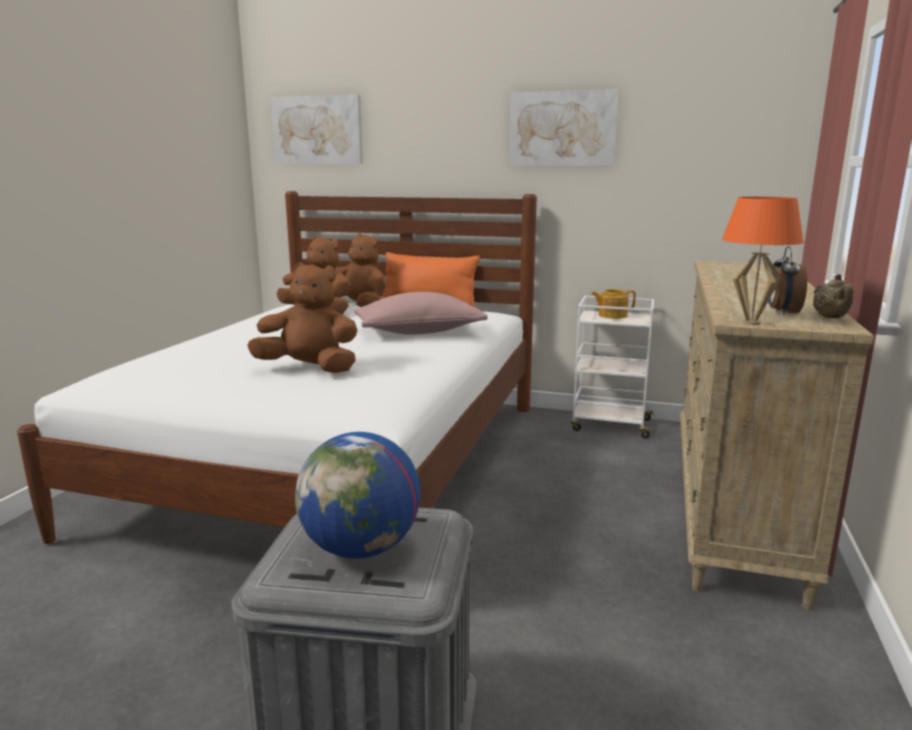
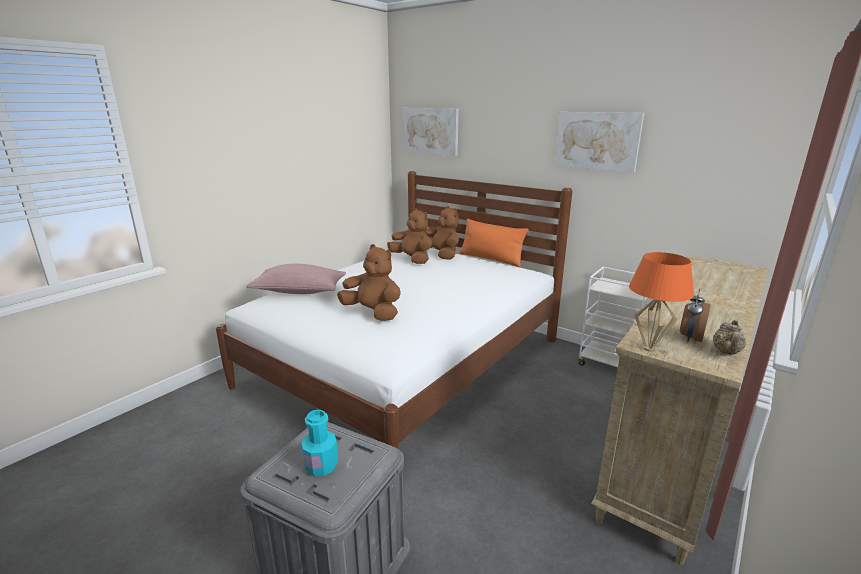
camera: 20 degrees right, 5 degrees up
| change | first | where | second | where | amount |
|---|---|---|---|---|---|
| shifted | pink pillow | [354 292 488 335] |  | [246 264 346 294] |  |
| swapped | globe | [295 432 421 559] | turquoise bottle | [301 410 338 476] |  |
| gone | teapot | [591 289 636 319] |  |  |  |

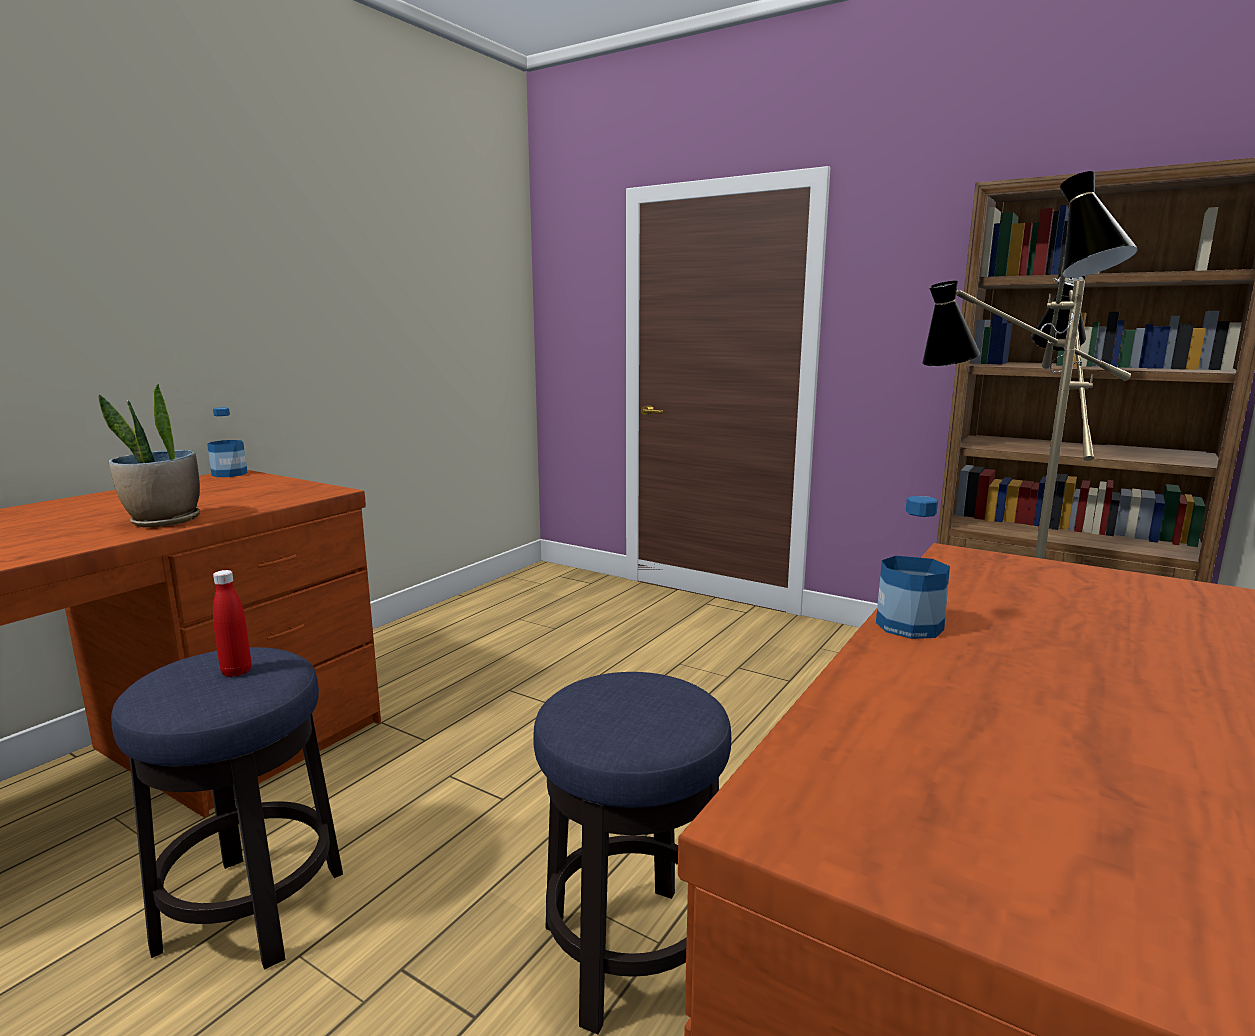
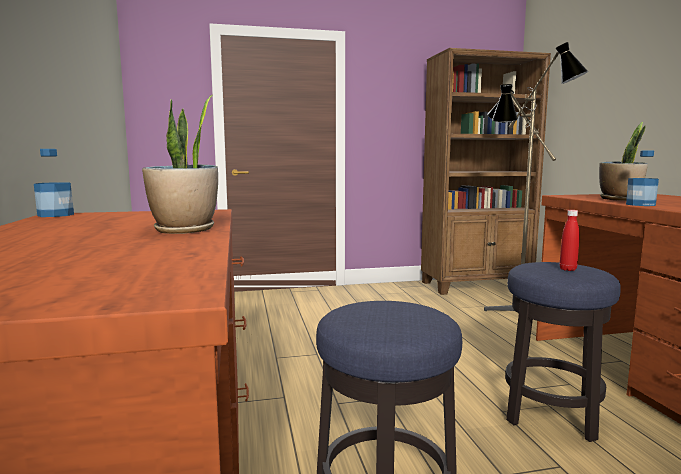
camera: 45 degrees left, 5 degrees down
| change | first | where | second | where | amount |
|---|---|---|---|---|---|
| shifted | red bottle | [213 570 251 677] |  | [560 210 580 271] |  |
| new |  |  | potted plant | [599 122 648 201] |  |

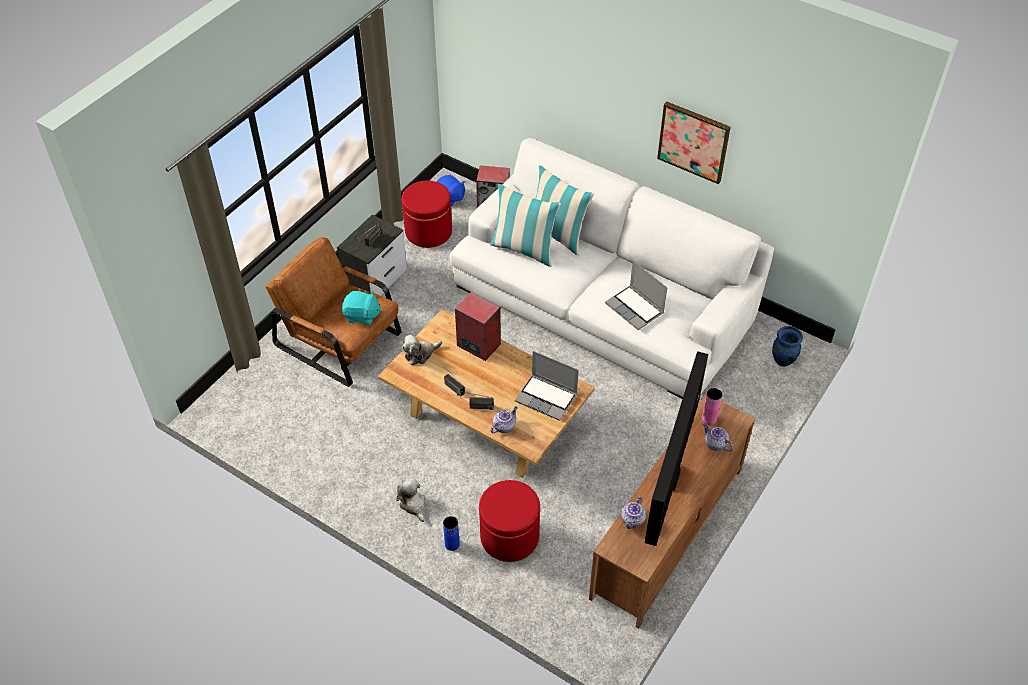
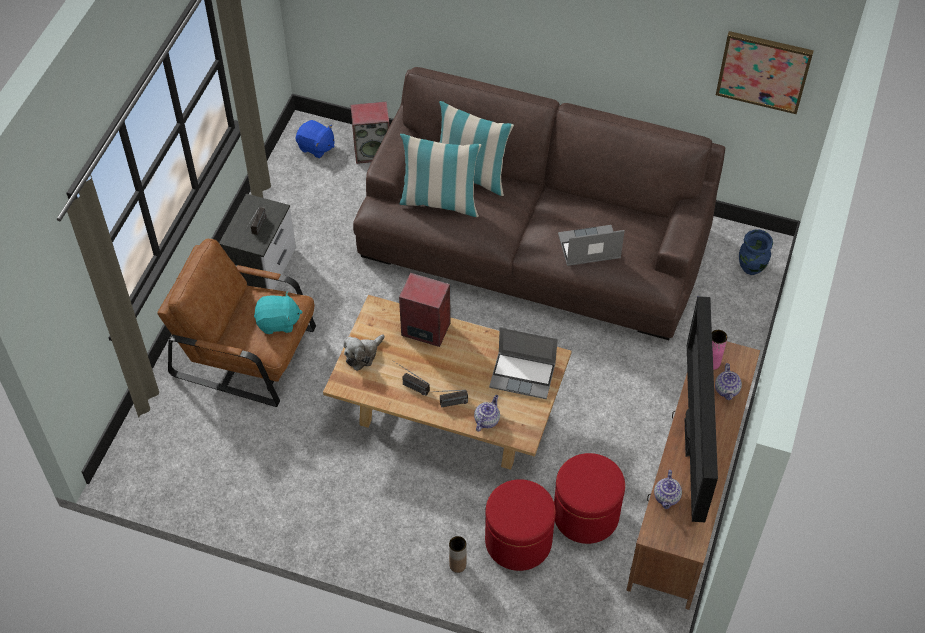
camera: 15 degrees left, 5 degrees up
| change | first | where | second | where | amount |
|---|---|---|---|---|---|
| repainted | white sofa | [450 138 774 399] | brown sofa | [353 67 725 340] |  |
| repainted | blue vase | [443 516 460 551] | brown vase | [449 536 466 573] |  |
| shifted | red ottoman | [402 181 452 248] |  | [554 453 625 544] |  |
| rotated | laptop | [605 261 667 330] |  | [558 225 625 266] | 135 degrees clockwise |
| rotated | teapot | [703 423 733 451] |  | [715 363 742 400] | 120 degrees counterclockwise |
| shifted | picture | [657 101 731 184] |  | [716 31 814 114] |  |
| gone | plush toy | [396 478 425 522] |  |  |  |

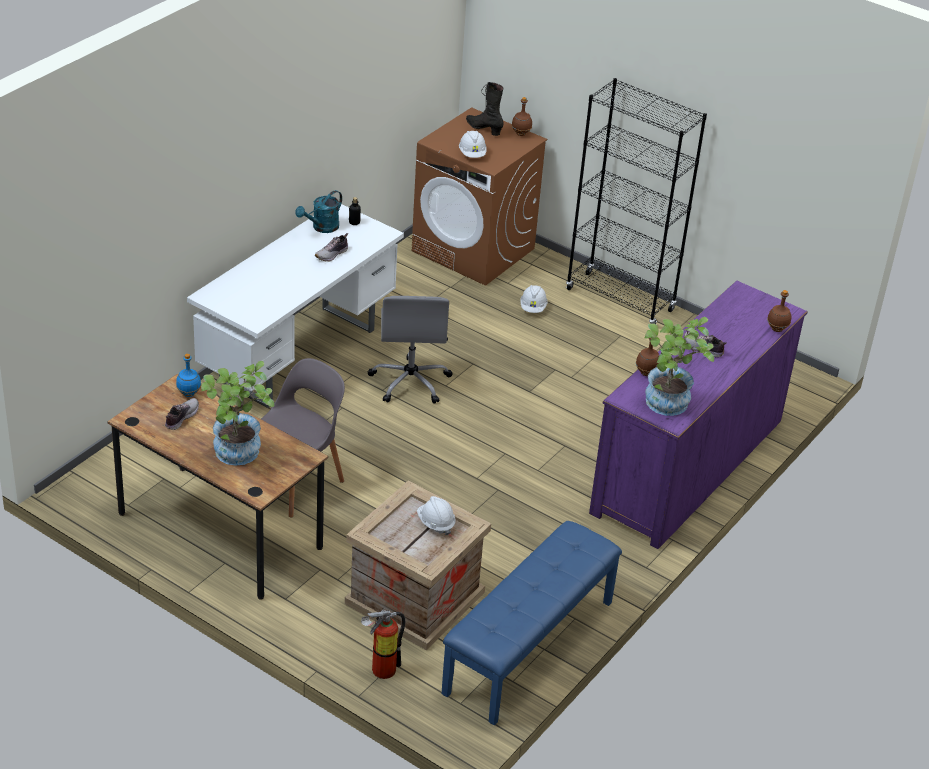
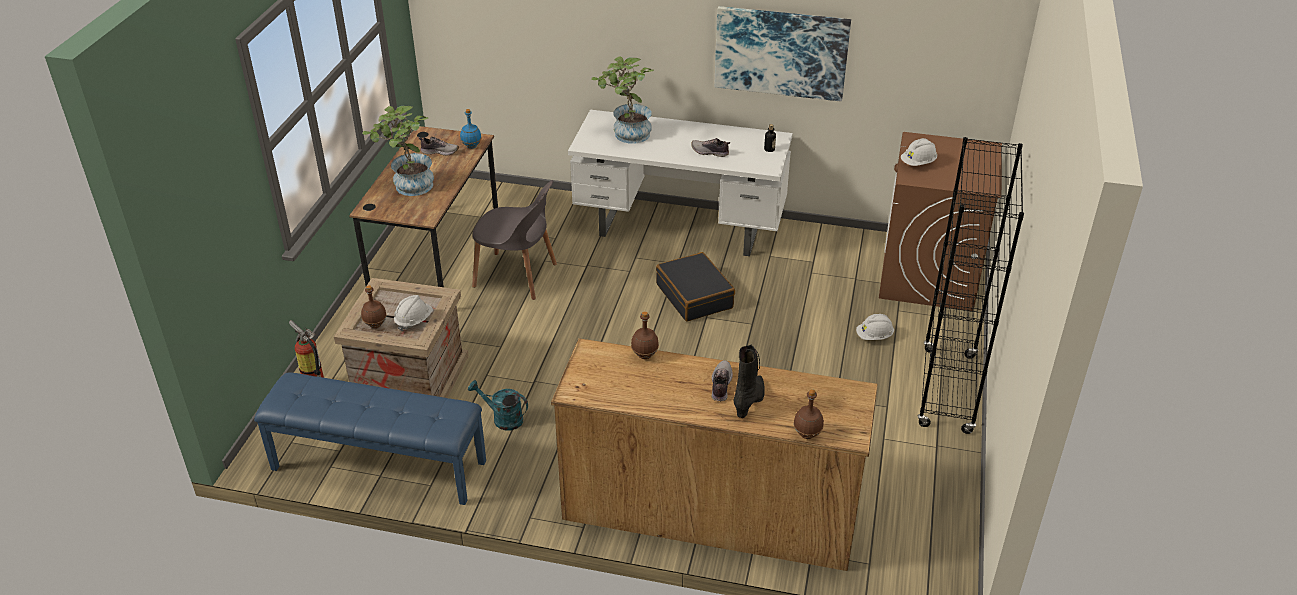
camera: 70 degrees right, 0 degrees up
| change | first | where | second | where | amount |
|---|---|---|---|---|---|
| shifted | brown bottle | [512 97 532 136] |  | [361 285 387 328] |  |
| shifted | turquoise watering can | [295 190 342 233] |  | [468 380 528 430] |  |
| repainted | purple dresser | [589 281 808 549] | brown dresser | [551 338 878 571] |  |
| shifted | potted plant | [644 317 714 416] |  | [591 56 654 143] |  |
| swapped | grey office chair | [368 296 453 404] | black suitcase | [656 252 735 322] |  |
| new |  |  | picture | [714 6 851 102] |  |
| shifted | black boot | [466 82 504 136] |  | [734 344 765 418] |  |

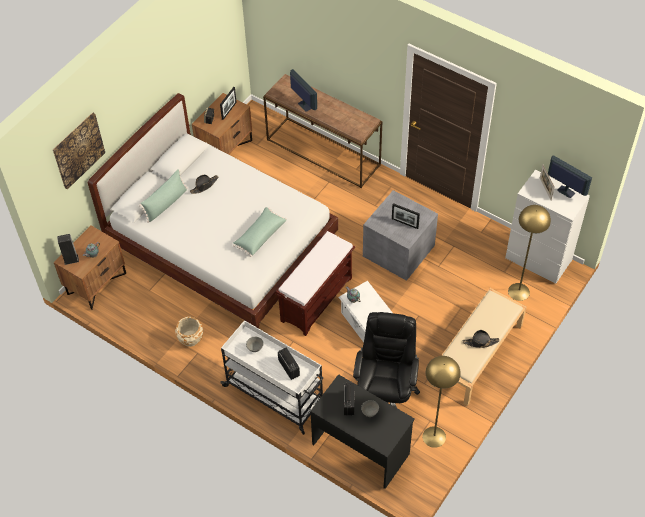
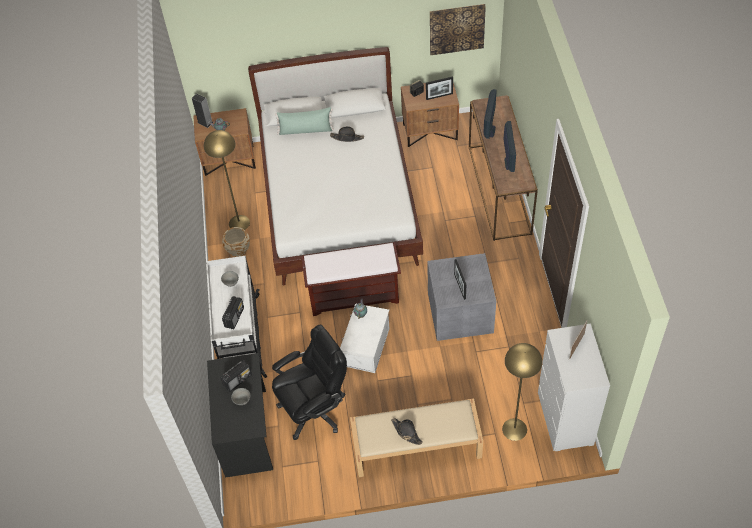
camera: 50 degrees right, 0 degrees up
| change | first | where | second | where | amount |
|---|---|---|---|---|---|
| shifted | yellow floor lamp | [423 356 461 448] |  | [204 130 250 230] |  |
| shifted | picture | [53 112 105 190] |  | [430 4 486 55] |  |
| shifted | monitor | [548 155 592 198] |  | [503 121 516 172] |  |
| gone | green pillow | [233 207 287 257] |  |  |  |

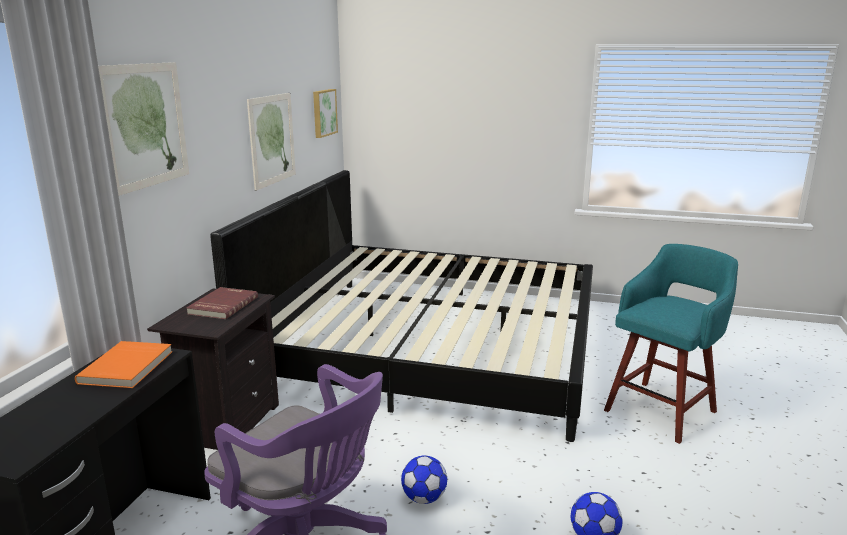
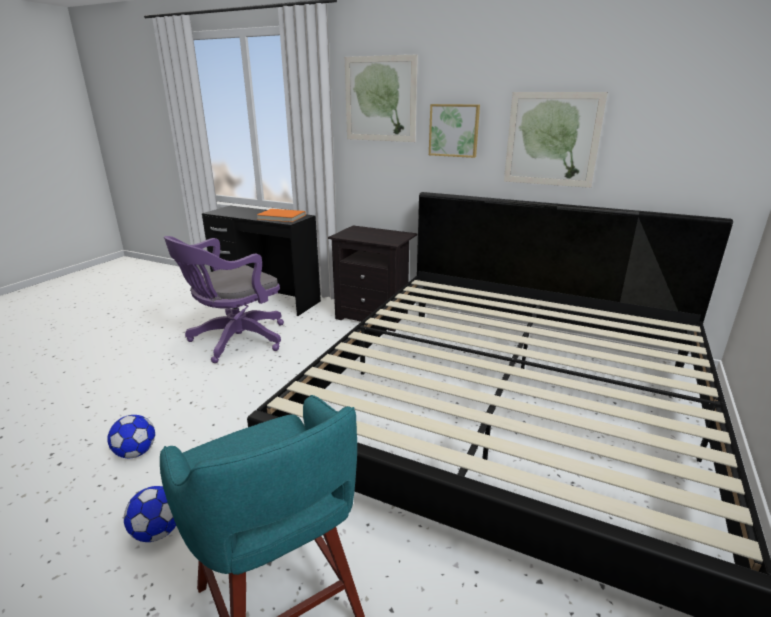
camera: 100 degrees right, 5 degrees up
| change | first | where | second | where | amount |
|---|---|---|---|---|---|
| shifted | football | [401 456 447 504] |  | [124 486 176 542] |  |
| shifted | picture | [313 89 338 138] |  | [429 104 480 158] |  |
| gone | red book | [186 287 258 319] |  |  |  |

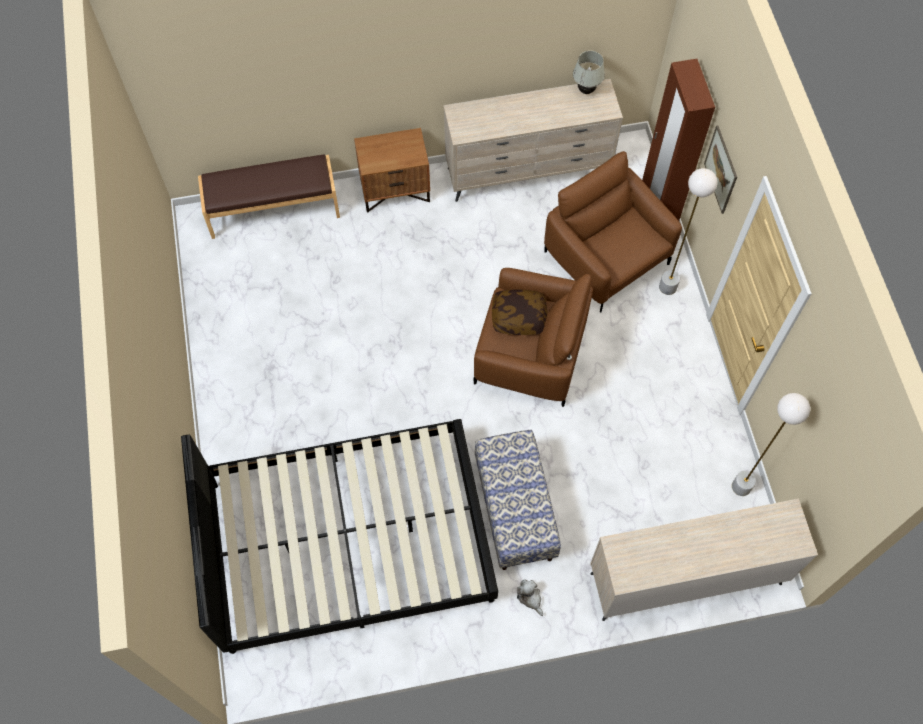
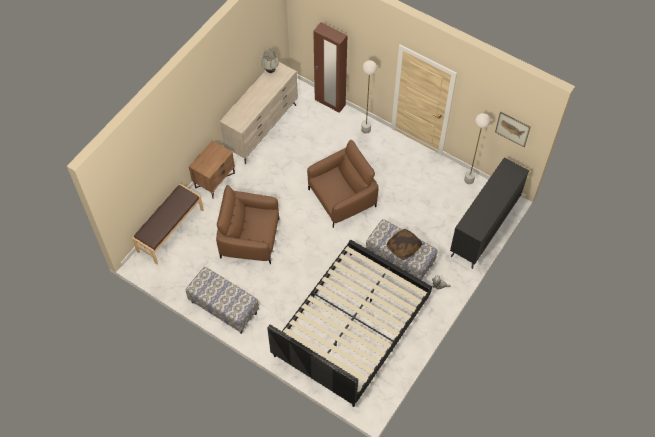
camera: 45 degrees left, 5 degrees down
| change | first | where | second | where | amount |
|---|---|---|---|---|---|
| new |  |  | bench | [186 267 259 334] |  |
| shifted | brown armchair | [544 151 682 312] |  | [216 185 279 265] |  |
| shifted | pillow | [492 289 547 335] |  | [386 229 422 260] |  |
| repainted | beige dresser | [590 499 818 621] | black dresser | [450 157 529 269] |  |
| shifted | picture | [704 125 737 214] |  | [495 112 531 147] |  |

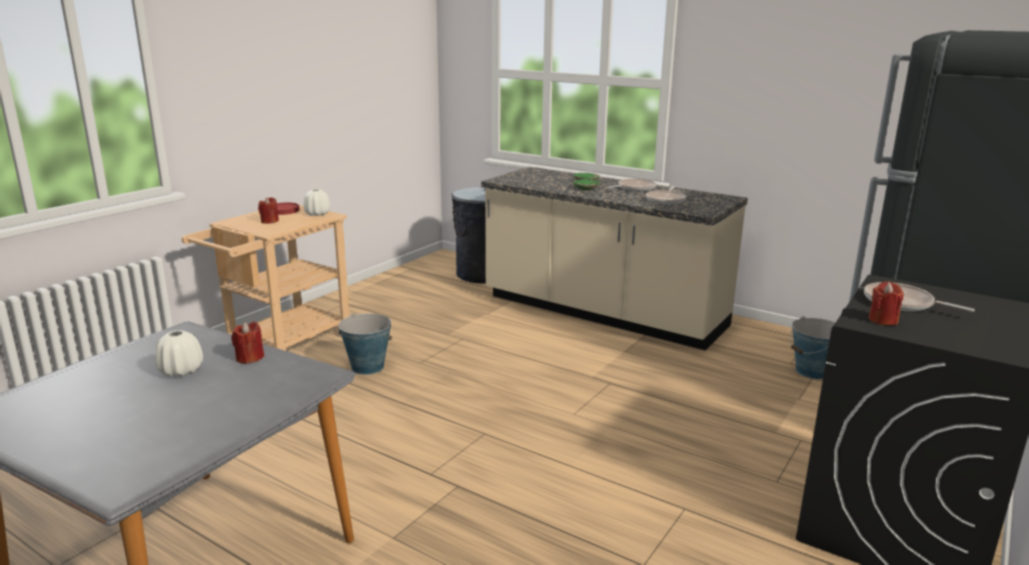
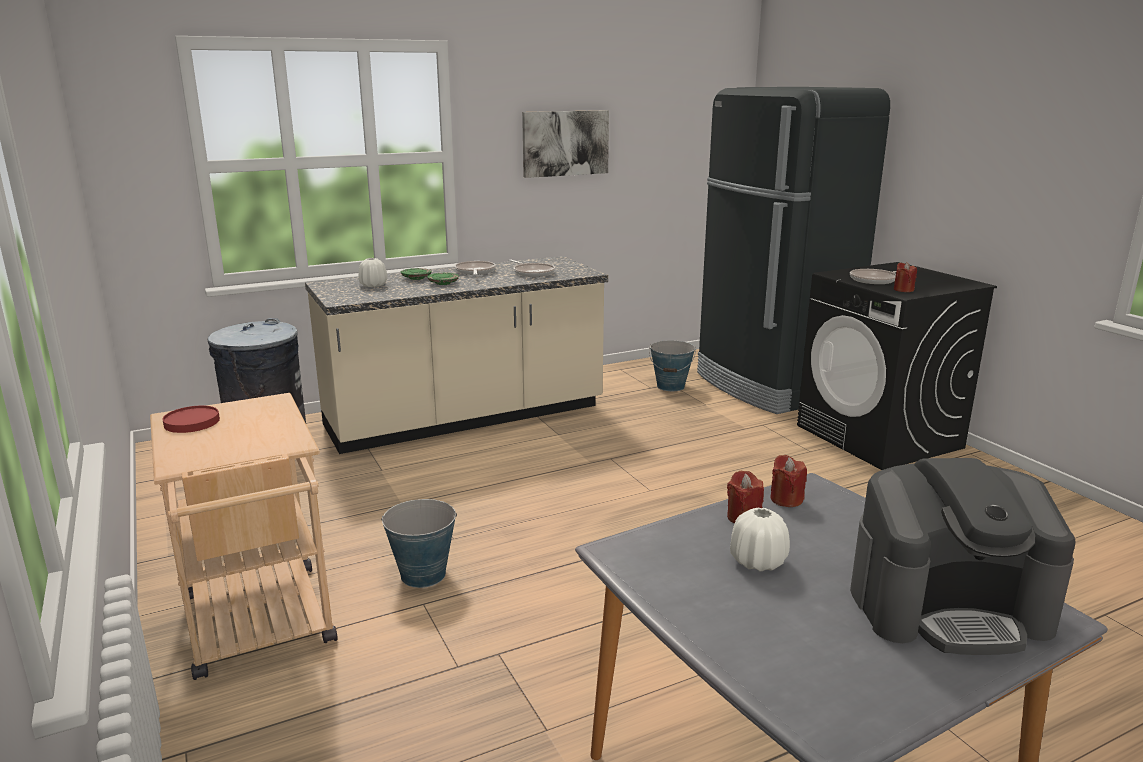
camera: 60 degrees left, 0 degrees up
| change | first | where | second | where | amount |
|---|---|---|---|---|---|
| shifted | white vase | [304 189 330 216] |  | [358 258 387 287] |  |
| new |  |  | picture | [522 110 609 178] |  |
| shifted | red candle | [258 197 279 224] |  | [770 455 807 507] |  |
| new |  |  | coffee machine | [850 458 1076 655] |  |

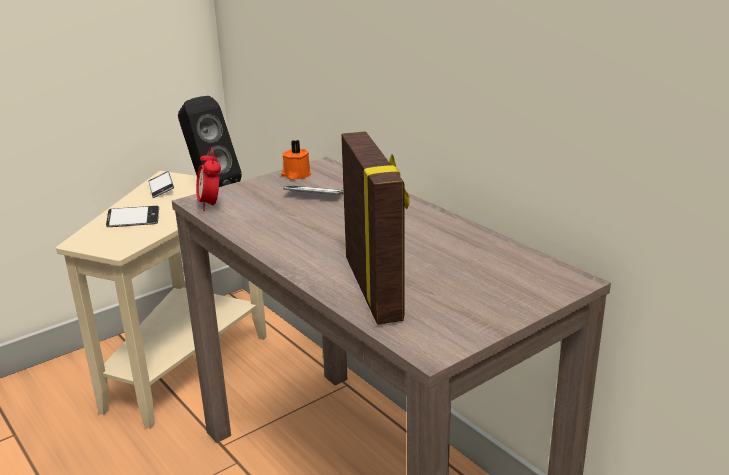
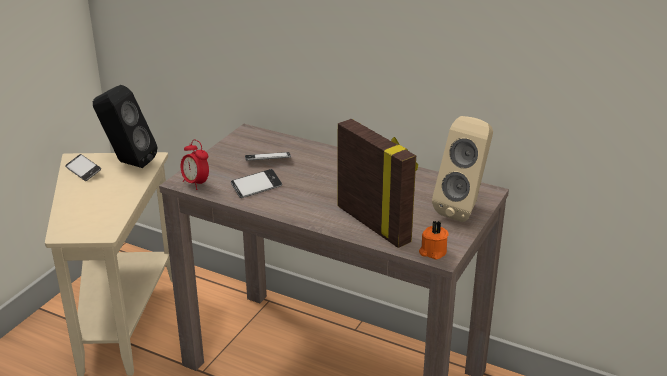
camera: 25 degrees left, 5 degrees up
| change | first | where | second | where | amount |
|---|---|---|---|---|---|
| shifted | phone | [106 206 159 227] |  | [231 169 282 198] |  |
| shifted | orange candle | [281 140 311 180] |  | [419 221 449 260] |  |
| new |  |  | beige speaker | [432 116 493 222] |  |

